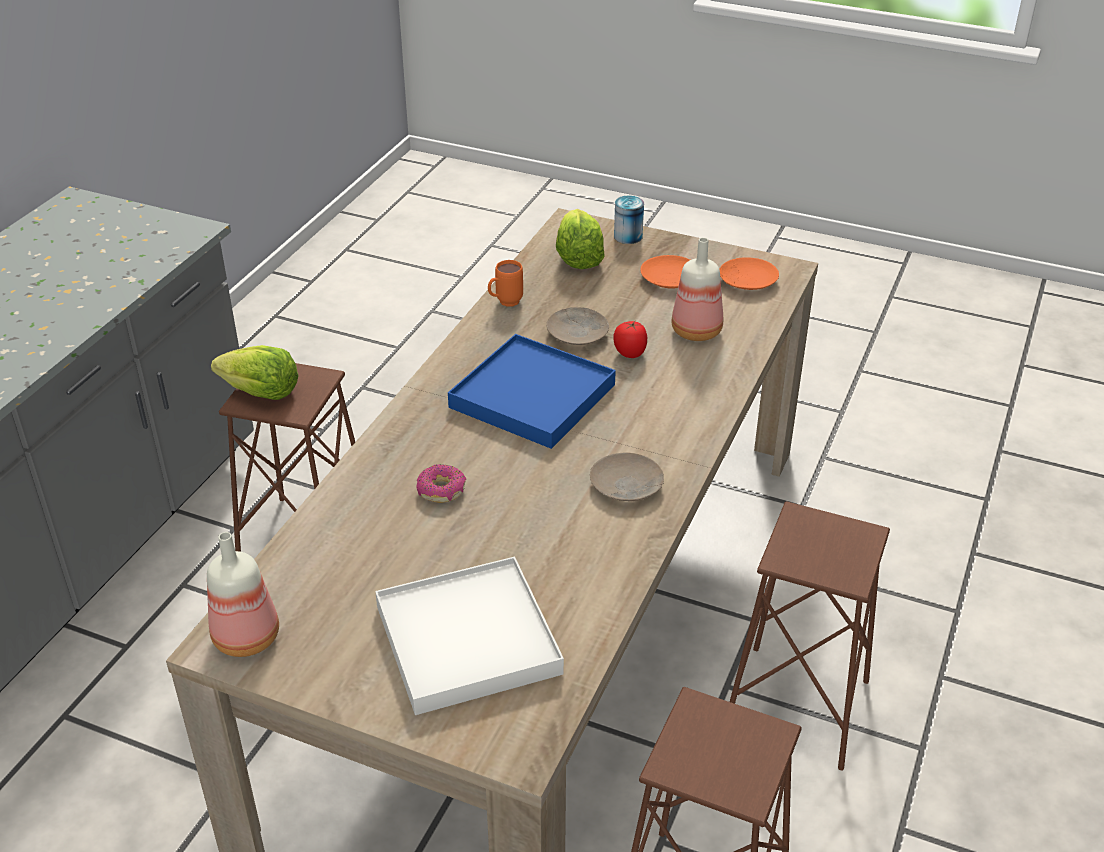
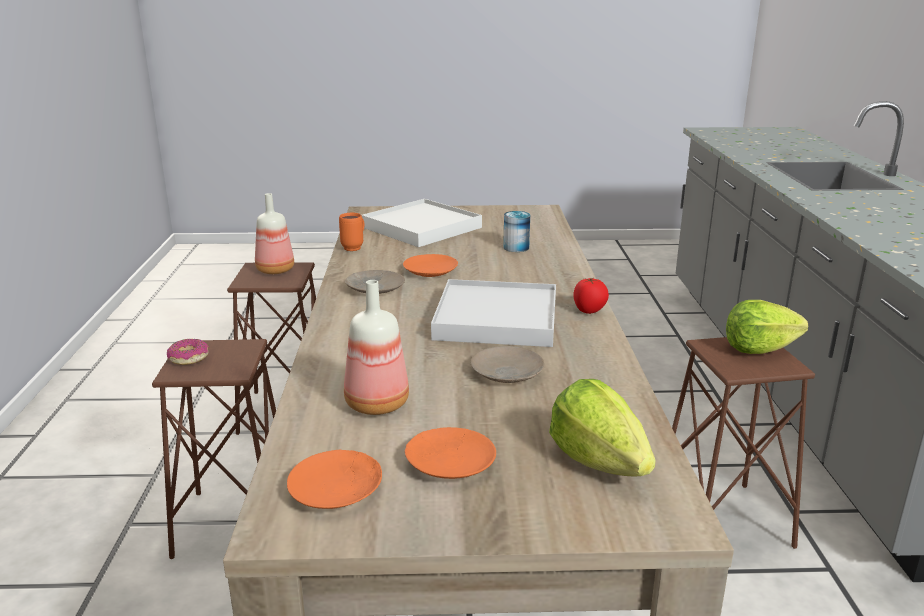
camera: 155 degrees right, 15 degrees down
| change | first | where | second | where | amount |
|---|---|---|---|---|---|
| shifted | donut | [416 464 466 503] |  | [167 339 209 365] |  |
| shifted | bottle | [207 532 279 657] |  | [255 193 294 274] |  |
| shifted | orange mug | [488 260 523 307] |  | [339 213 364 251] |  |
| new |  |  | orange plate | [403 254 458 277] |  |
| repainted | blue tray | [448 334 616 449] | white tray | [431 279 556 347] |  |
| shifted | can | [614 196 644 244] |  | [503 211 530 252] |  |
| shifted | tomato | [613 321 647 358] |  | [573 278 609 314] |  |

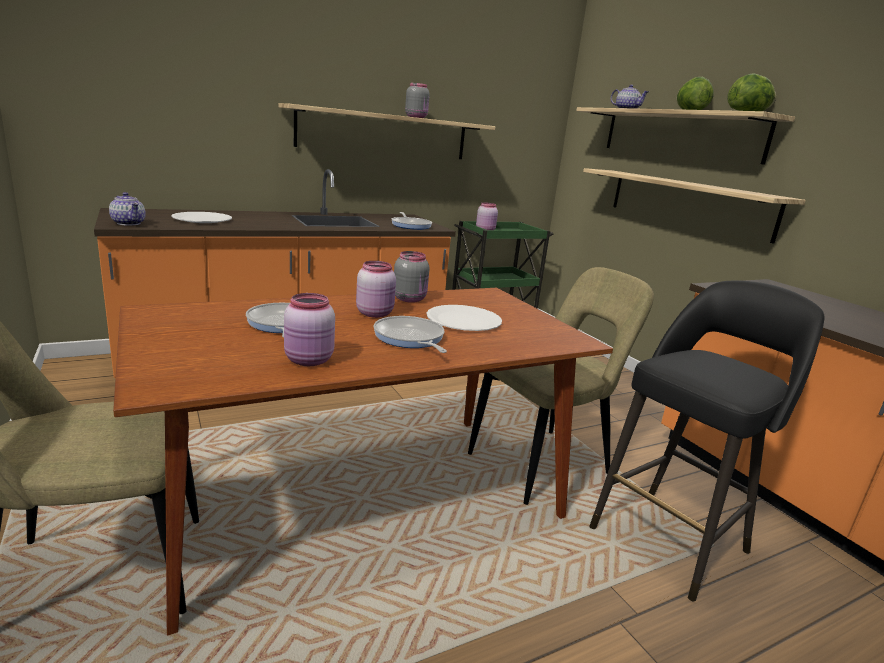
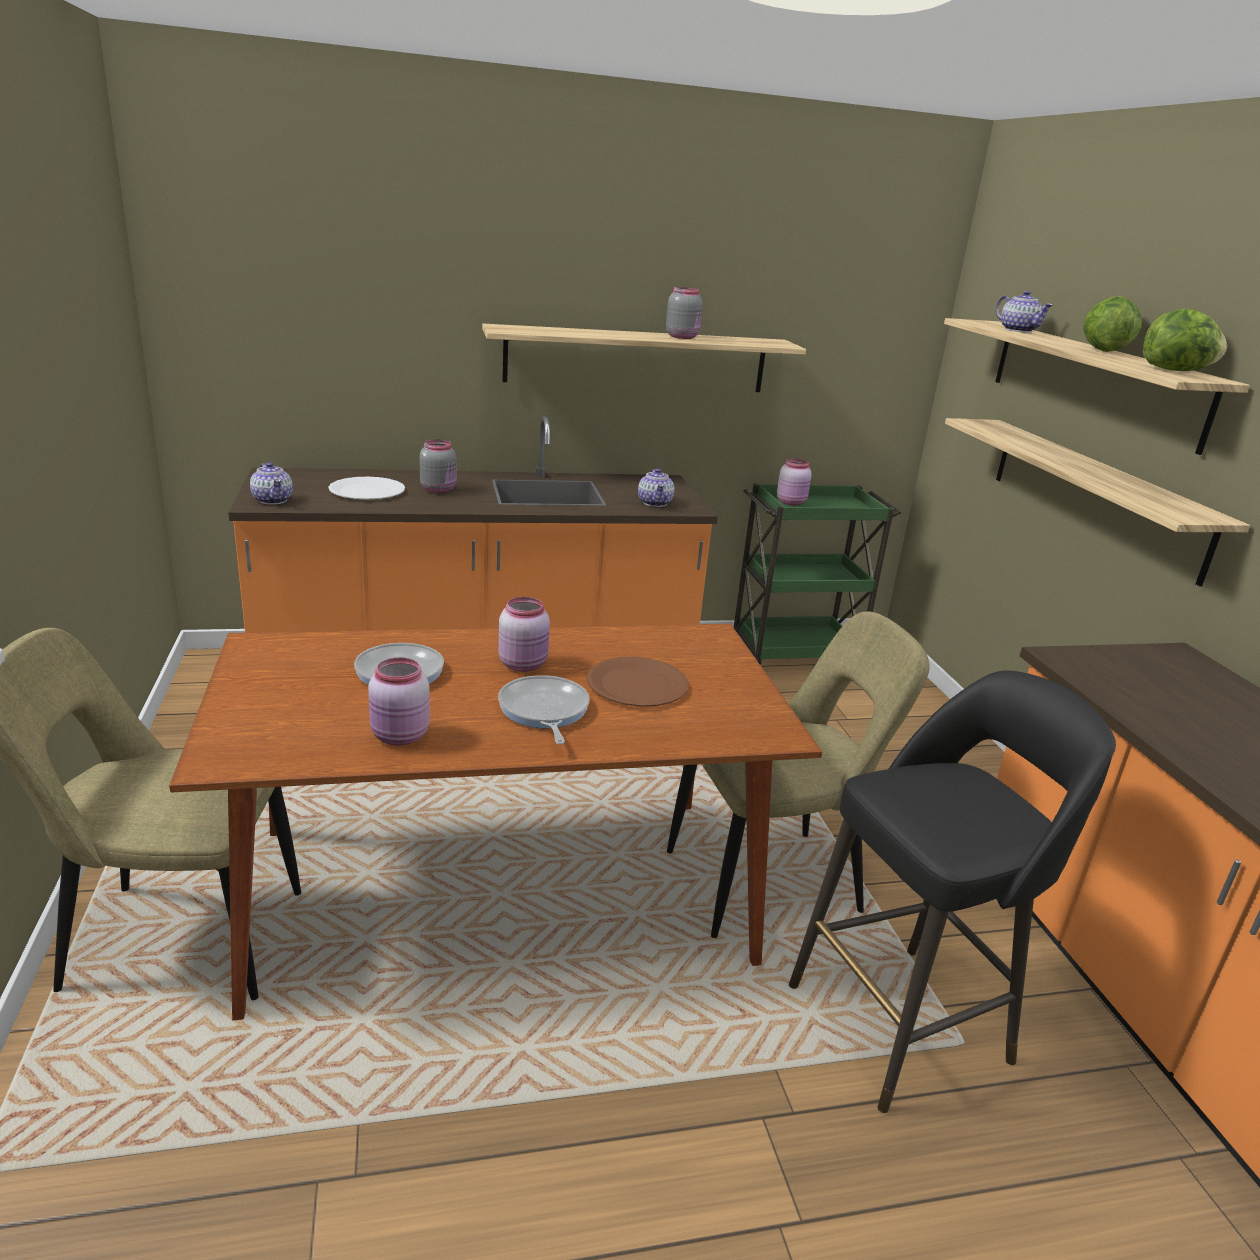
camera: 15 degrees right, 5 degrees up
| change | first | where | second | where | amount |
|---|---|---|---|---|---|
| shifted | grey jar | [394 251 430 303] |  | [419 440 456 493] |  |
| repainted | white plate | [426 305 502 331] | brown plate | [586 657 689 707] |  |
| swapped | frying pan | [391 212 432 230] | teapot | [638 468 674 507] |  |

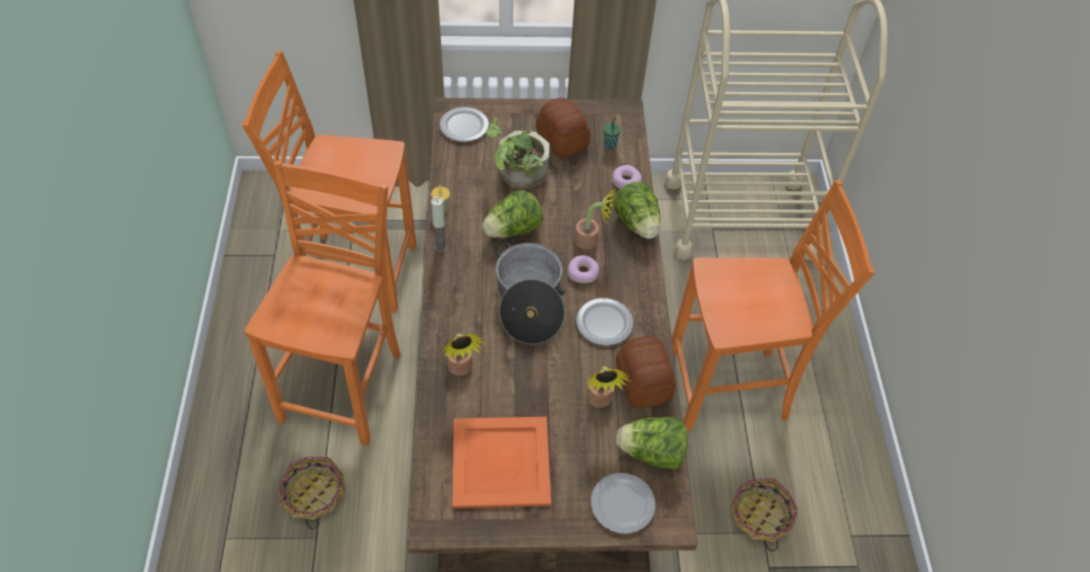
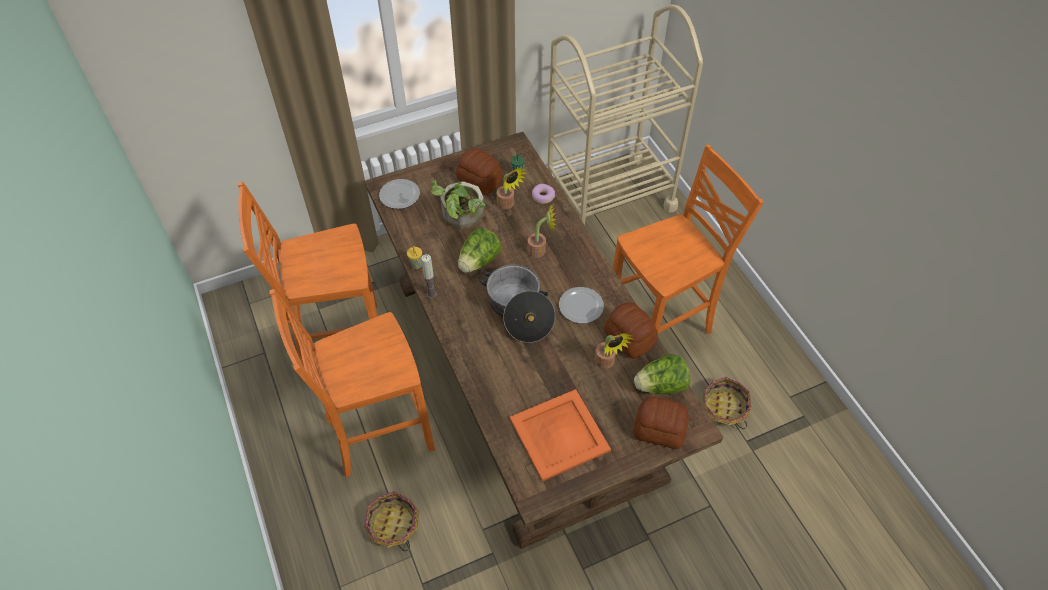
camera: 20 degrees left, 0 degrees up
| change | first | where | second | where | amount |
|---|---|---|---|---|---|
| rotated | orange chair | [244 161 401 446] |  | [270 289 435 477] | 105 degrees counterclockwise |
| shifted | potted plant | [442 333 485 376] |  | [497 168 527 209] |  |
| swapped | plate | [591 473 655 534] | bread | [634 397 689 449] |  |
| gone | donut | [568 255 599 283] |  |  |  |
| gone | lettuce | [614 181 660 239] |  |  |  |

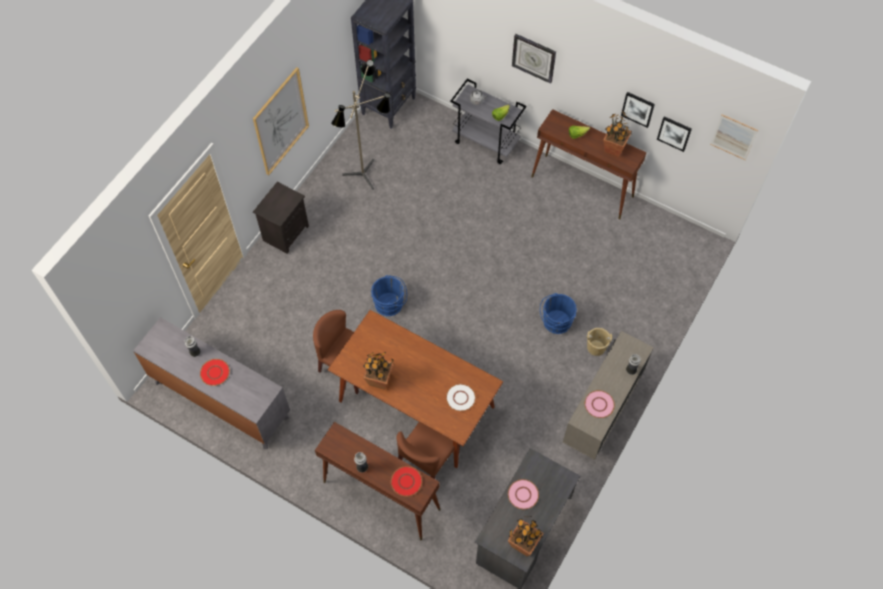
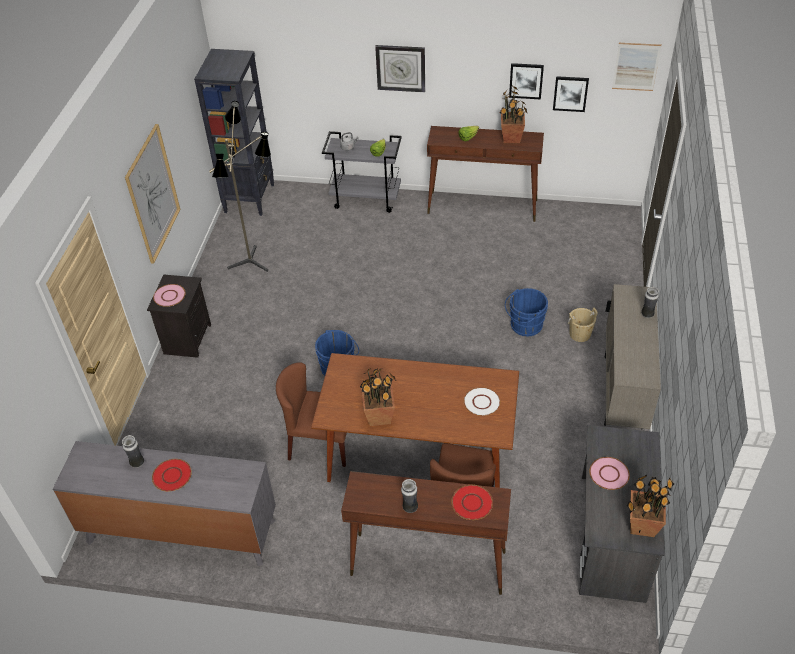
camera: 20 degrees left, 15 degrees down
| change | first | where | second | where | amount |
|---|---|---|---|---|---|
| shifted | pink plate | [585 390 615 418] |  | [153 284 186 307] |  |

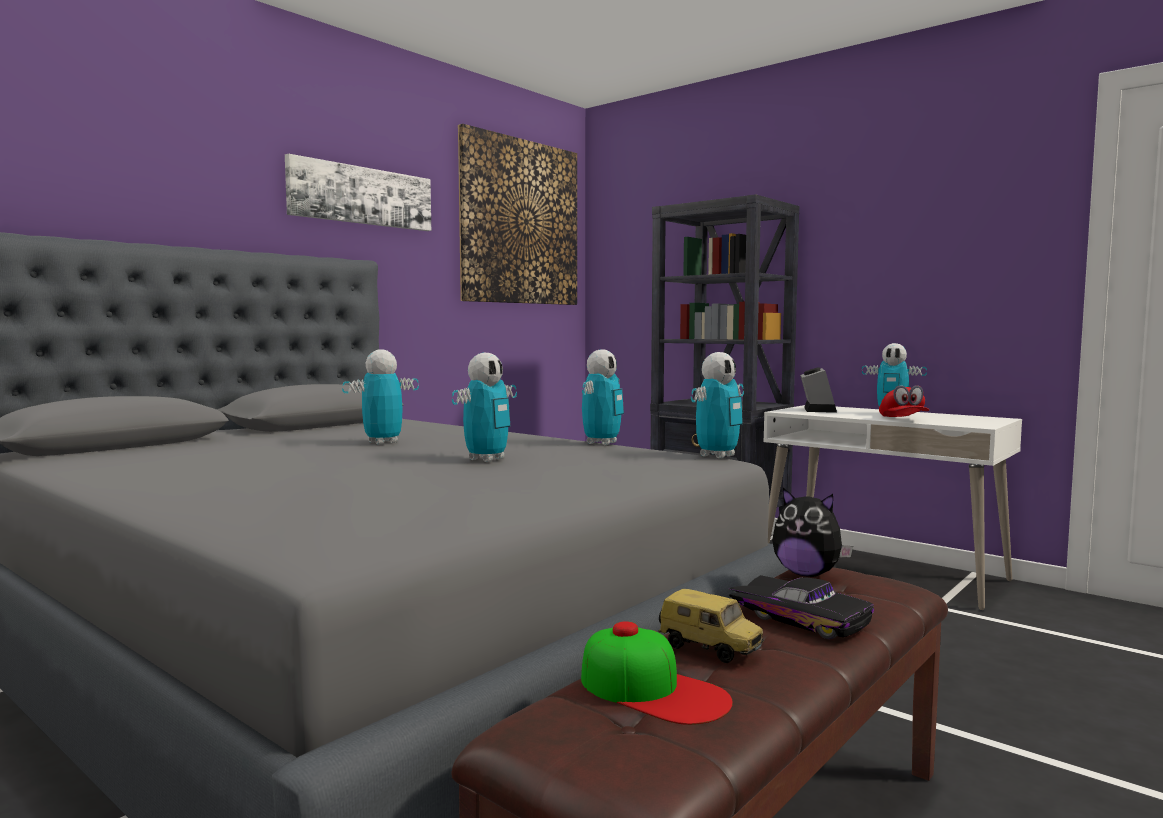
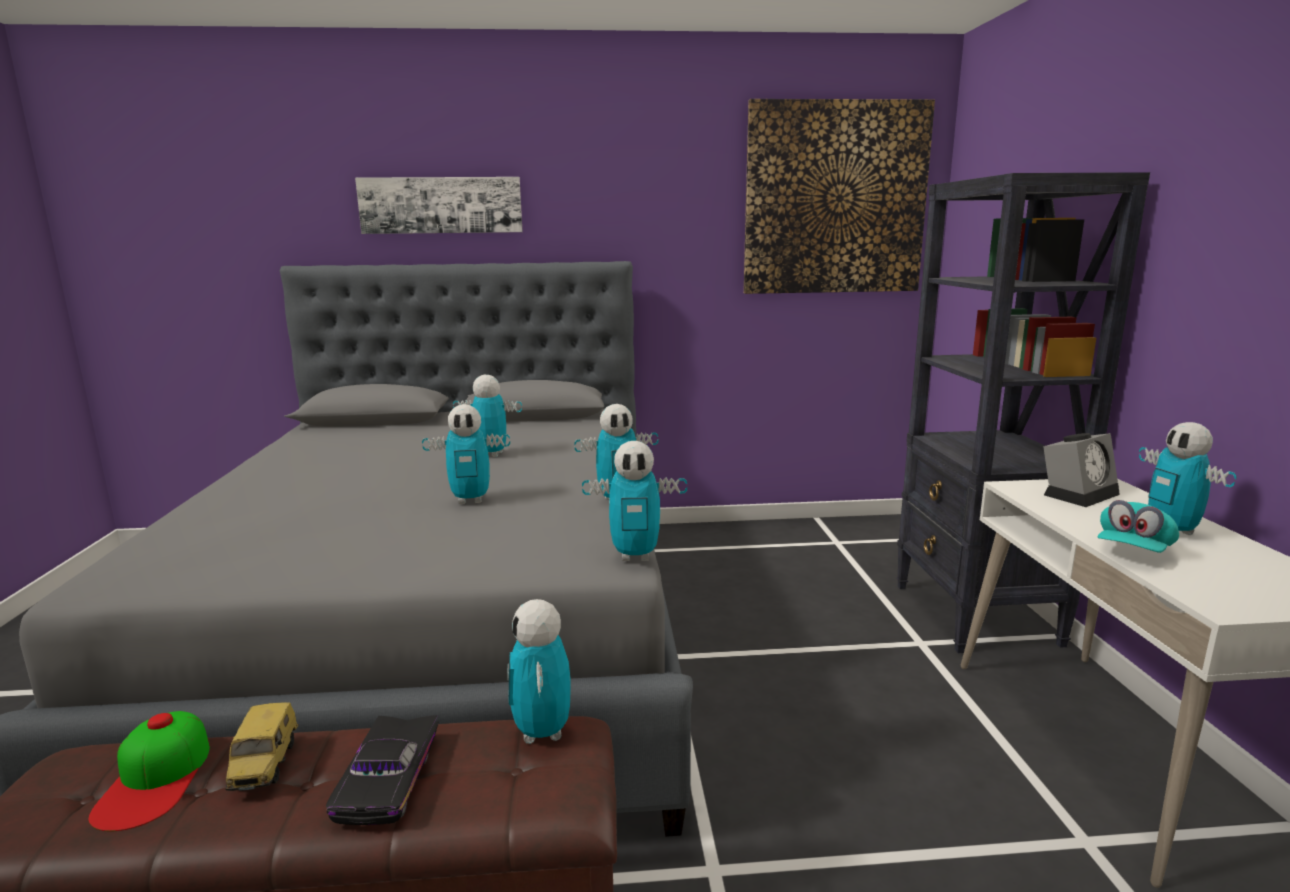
camera: 45 degrees right, 10 degrees up
| change | first | where | second | where | amount |
|---|---|---|---|---|---|
| shifted | picture | [285 154 431 231] |  | [355 177 523 234] |  |
| swapped | plush toy | [772 488 853 577] | toy robot | [508 599 571 744] |  |
| repainted | red cap | [879 385 929 417] | turquoise cap | [1097 500 1179 553] |  |

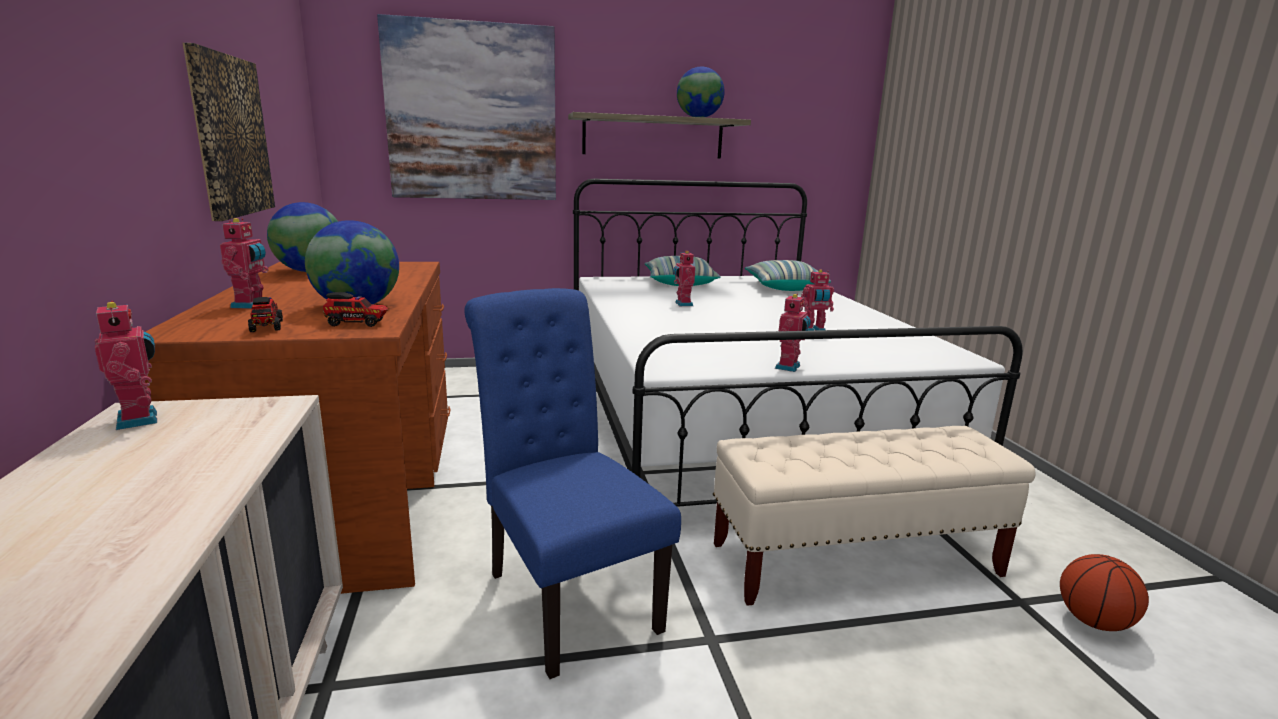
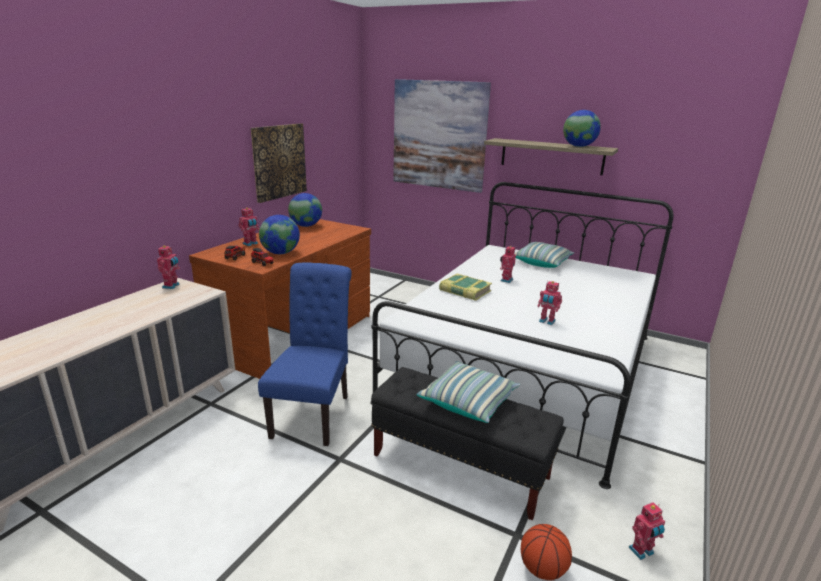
camera: 40 degrees right, 5 degrees up
| change | first | where | second | where | amount |
|---|---|---|---|---|---|
| repainted | beige bench | [713 426 1036 606] | black bench | [371 367 564 520] |  |
| shifted | pillow | [745 260 831 291] |  | [416 361 520 423] |  |
| new |  |  | book | [439 274 492 301] |  |
| shifted | toy robot | [775 294 811 372] |  | [628 502 665 560] |  |

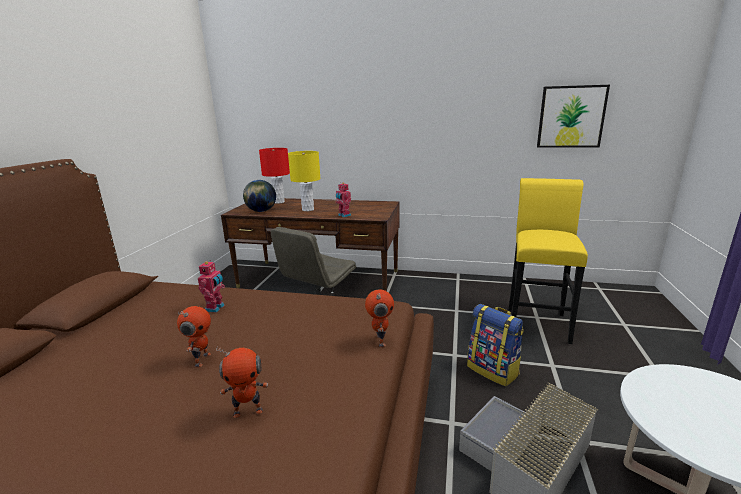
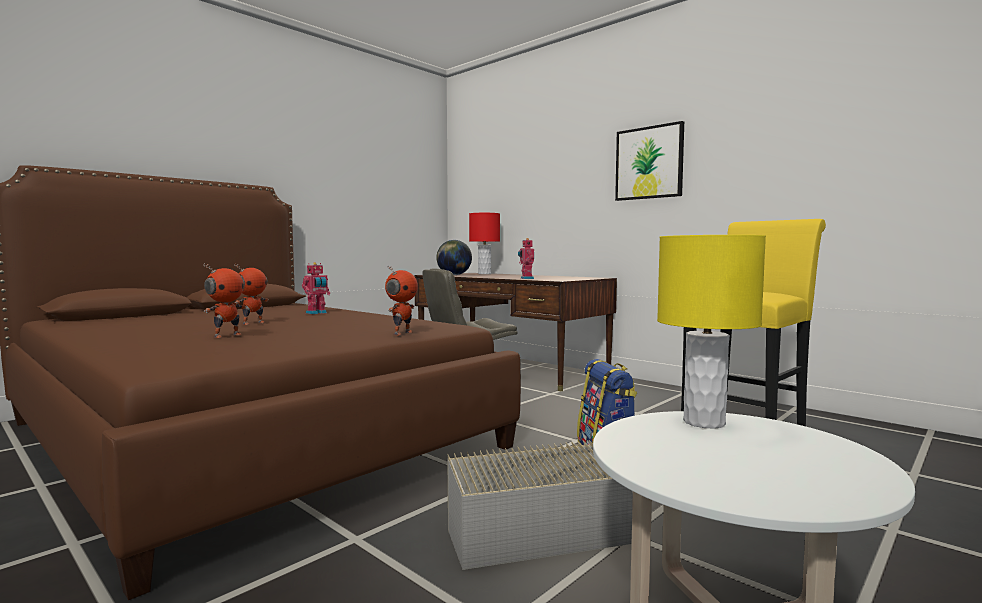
camera: 30 degrees right, 15 degrees down
| change | first | where | second | where | amount |
|---|---|---|---|---|---|
| rotated | toy robot | [216 346 268 418] |  | [204 263 246 338] | 75 degrees counterclockwise |
| shifted | picture | [537 85 610 148] |  | [615 121 684 201] |  |
| shifted | yellow table lamp | [288 151 321 211] |  | [657 235 766 429] |  |

